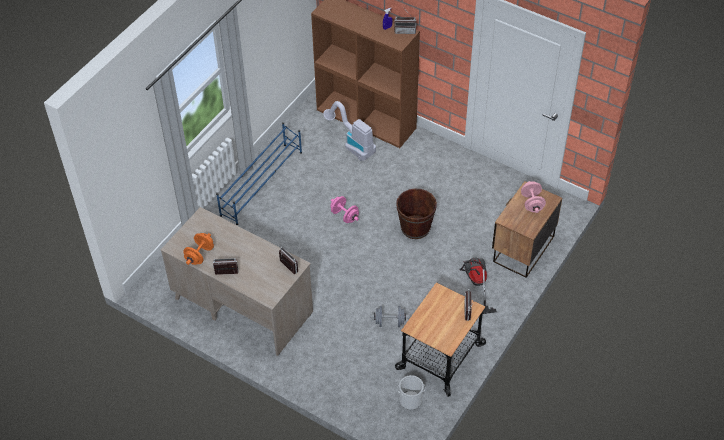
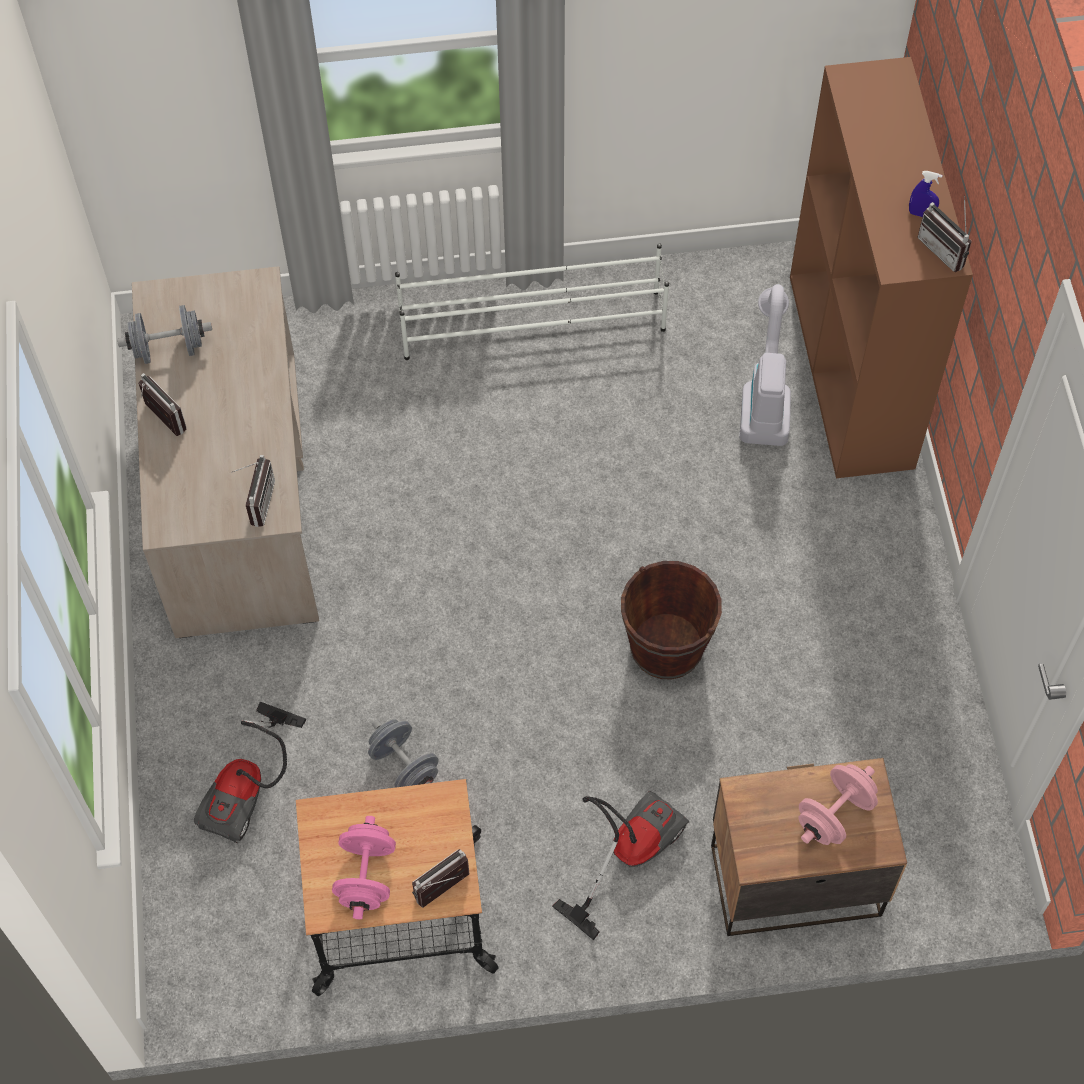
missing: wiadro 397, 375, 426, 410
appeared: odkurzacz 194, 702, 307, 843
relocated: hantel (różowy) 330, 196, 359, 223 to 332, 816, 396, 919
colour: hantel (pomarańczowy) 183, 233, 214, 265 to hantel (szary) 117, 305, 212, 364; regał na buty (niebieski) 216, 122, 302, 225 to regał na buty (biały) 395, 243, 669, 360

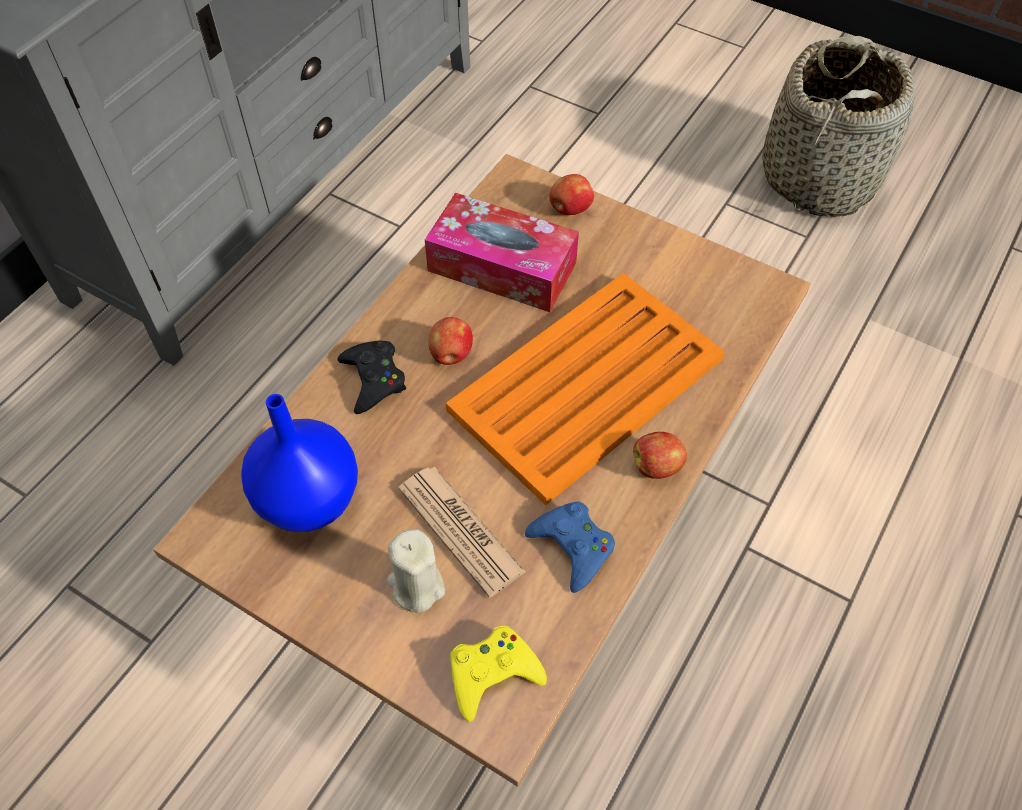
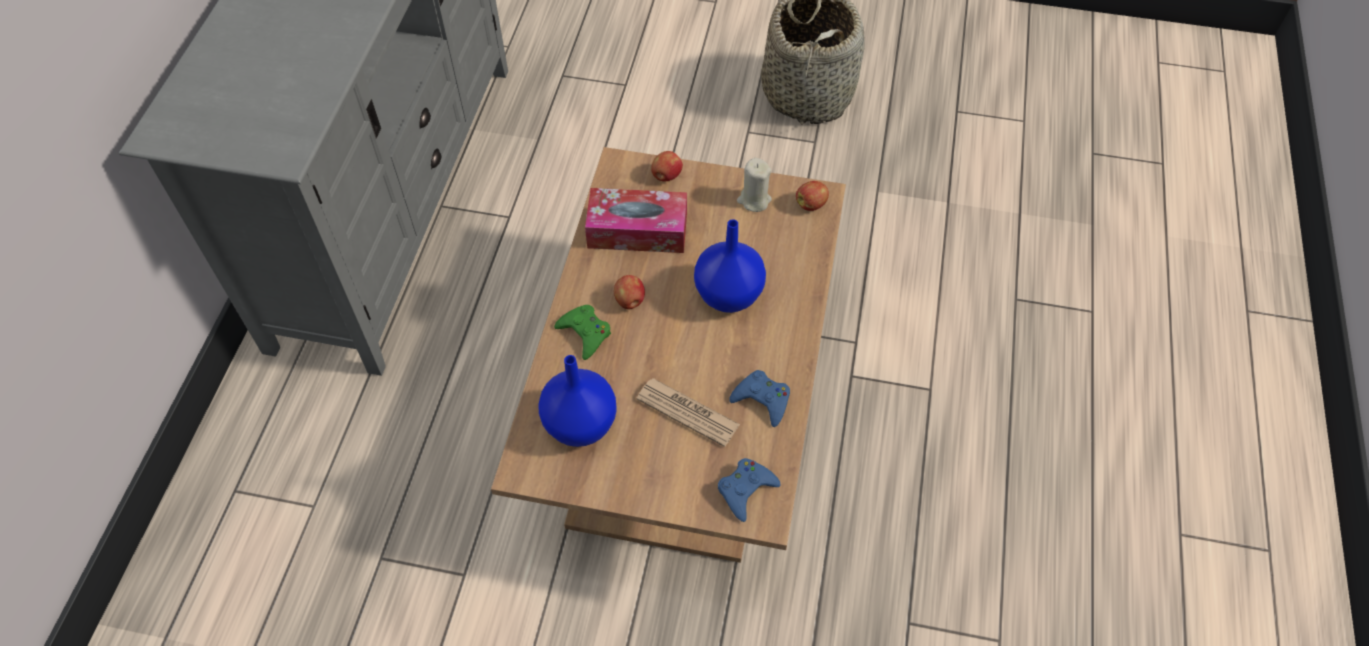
relocated: świeca (beżowy) 387, 529, 445, 613 to 737, 158, 772, 212; jabłko 633, 432, 687, 479 to 796, 181, 829, 211
exchanged: taca (pomarańczowy) 446, 273, 725, 505 to wazon (niebieski) 694, 219, 766, 313
colour: pad do gier (czarny) 337, 341, 406, 414 to pad do gier (zielony) 554, 305, 611, 360; pad do gier (żółty) 450, 626, 547, 722 to pad do gier (niebieski) 718, 458, 781, 522

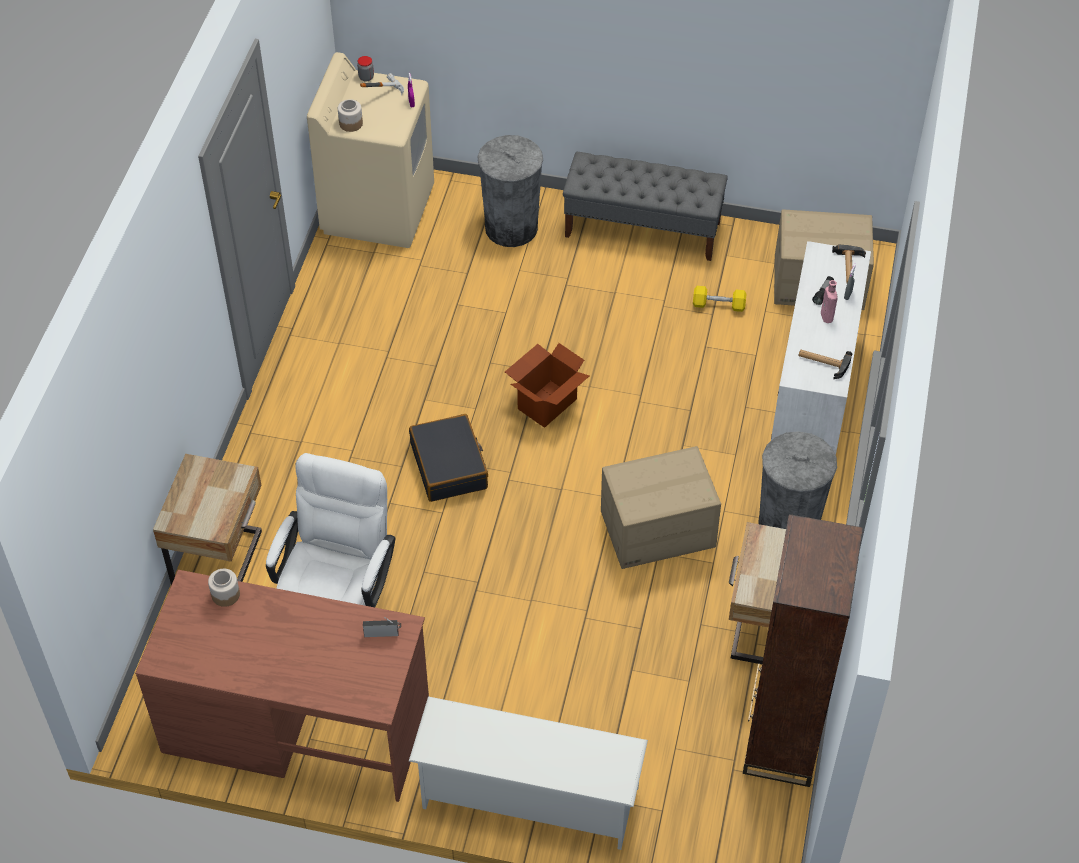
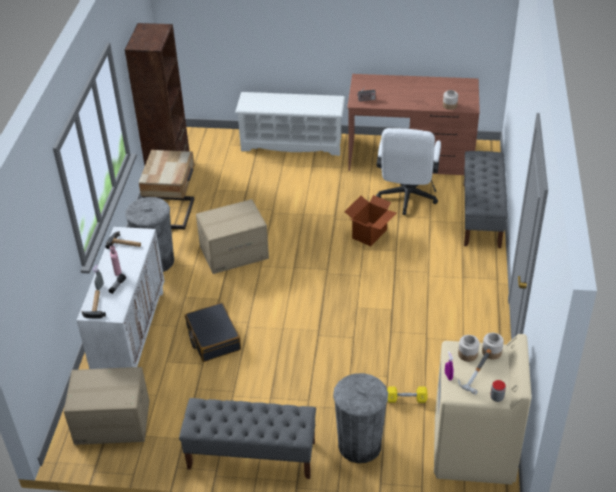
appeared: słoik 458, 335, 479, 362
relocated: walizka (czarny) 409, 414, 488, 502 to 185, 303, 241, 362; karton 505, 343, 590, 428 to 344, 195, 396, 246; hantel (żółty) 693, 286, 746, 312 to 387, 386, 427, 403
exchanged: szafka nocna (beżowy) 153, 454, 262, 585 to ławka (szary) 464, 151, 508, 248

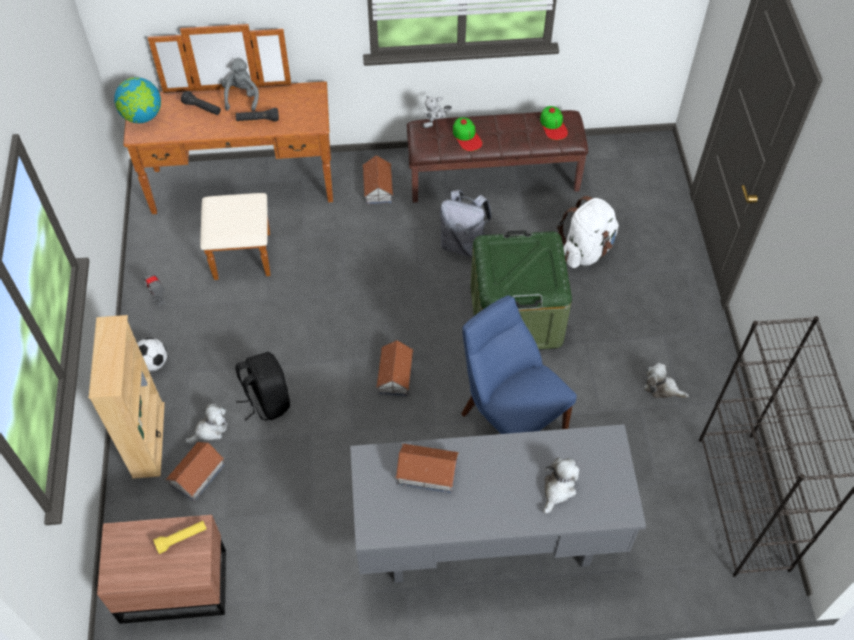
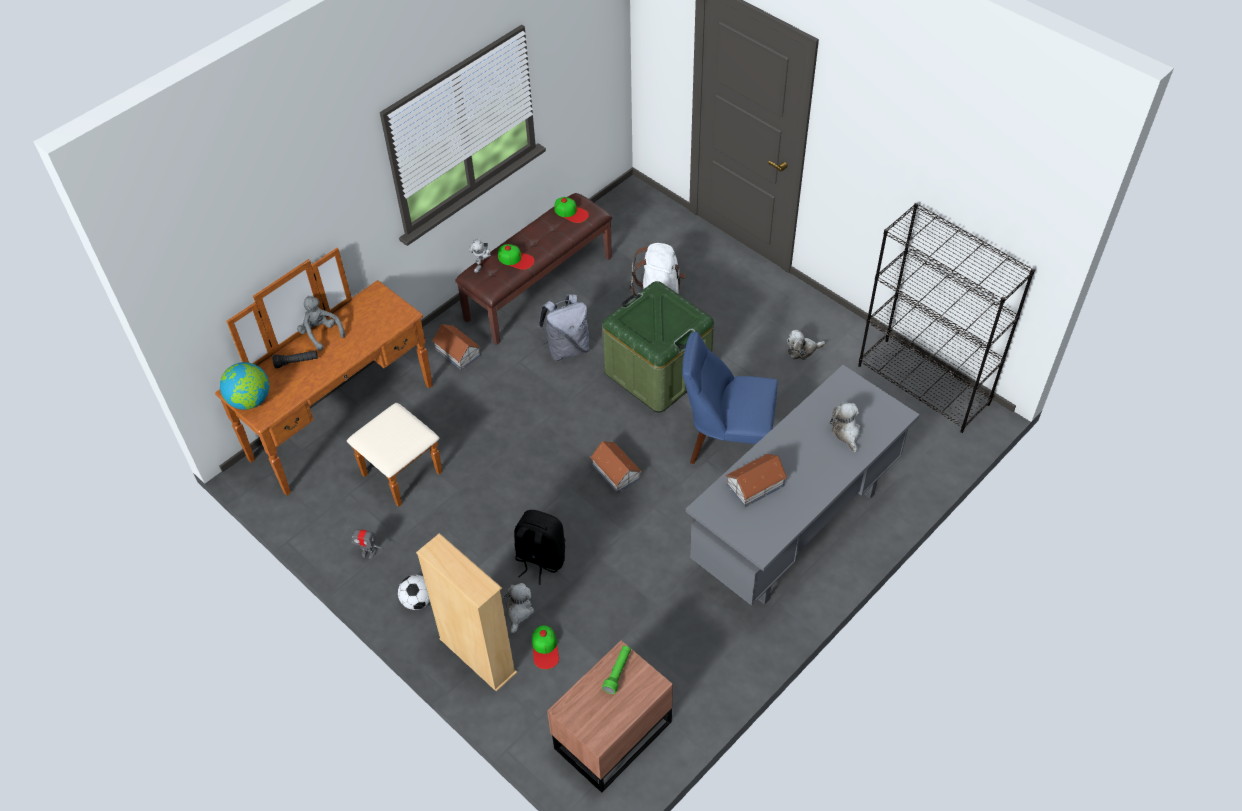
missing: latarka (czarny) 236, 108, 279, 121
exchanged: domek 166, 442, 224, 501 to czapka z daszkiem 532, 625, 559, 669
colour: latarka (żółty) 153, 521, 207, 554 to latarka (zielony) 602, 646, 631, 694

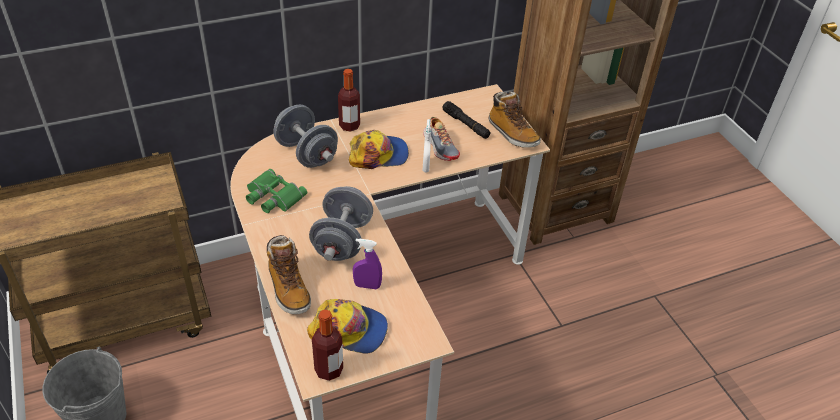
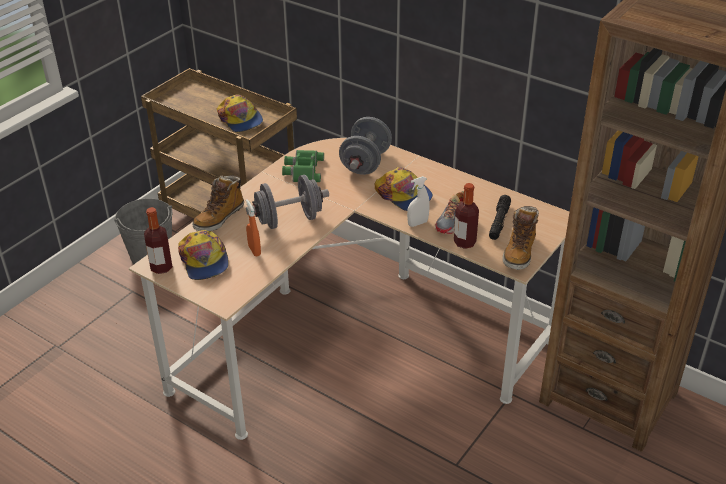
appeared: czapka z daszkiem 217, 94, 263, 132
relocated: butelka 338, 69, 360, 132 to 454, 183, 479, 249
colour: spryskiwacz (fioletowy) 353, 239, 382, 289 to spryskiwacz (pomarańczowy) 246, 199, 261, 257

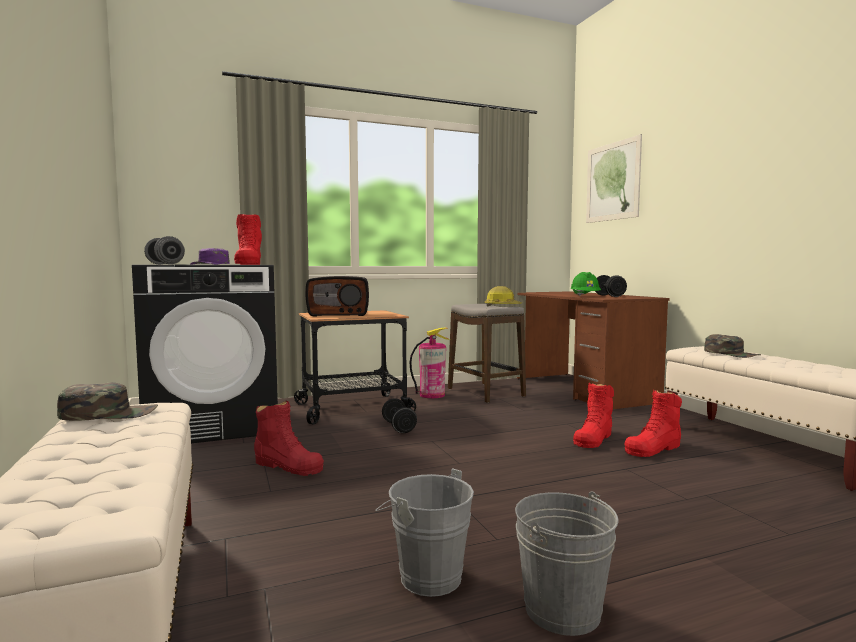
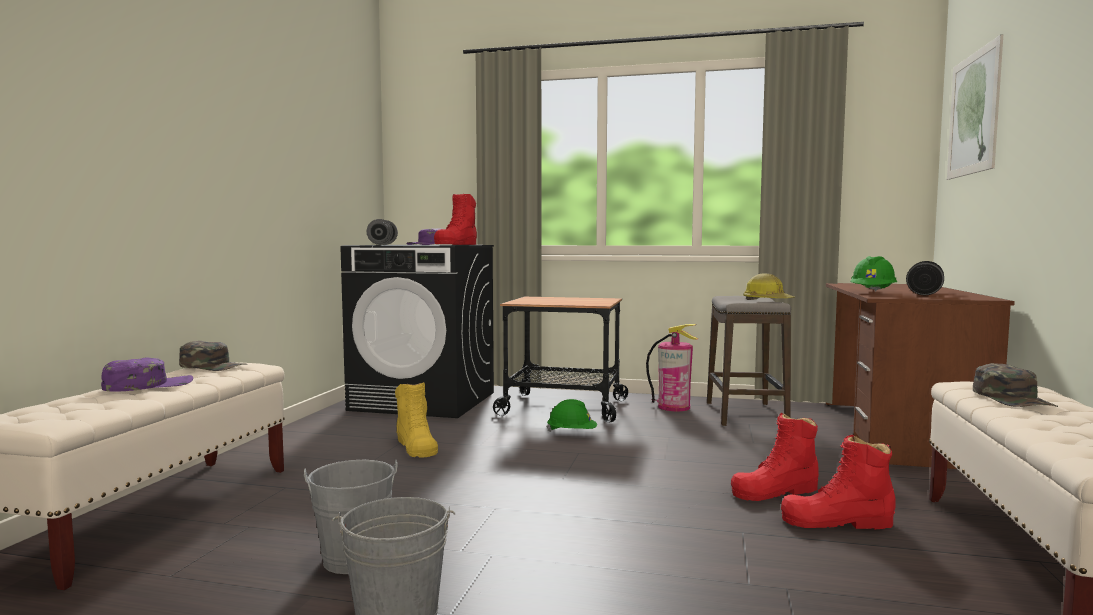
missing: radio 306, 276, 369, 316
appeared: czapka z daszkiem (fioletowy) 101, 358, 193, 392
exchanged: hantel (czarny) 382, 398, 417, 433 to kask (zielony) 547, 399, 597, 432
colour: but z cholewką (czerwony) 254, 401, 324, 476 to but z cholewką (żółty) 395, 382, 438, 457

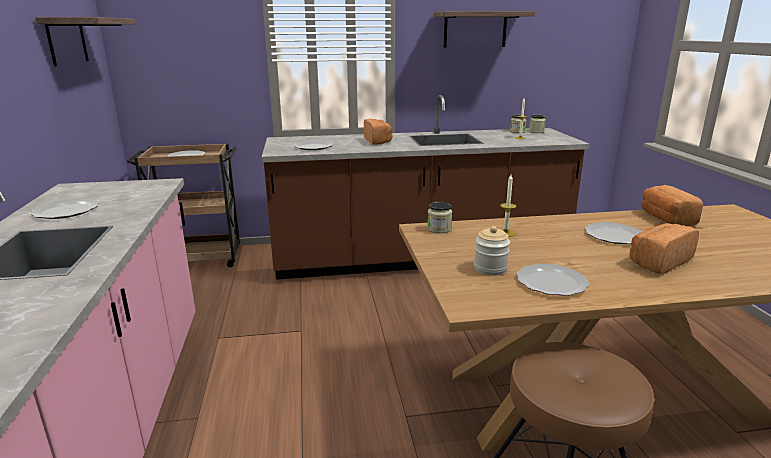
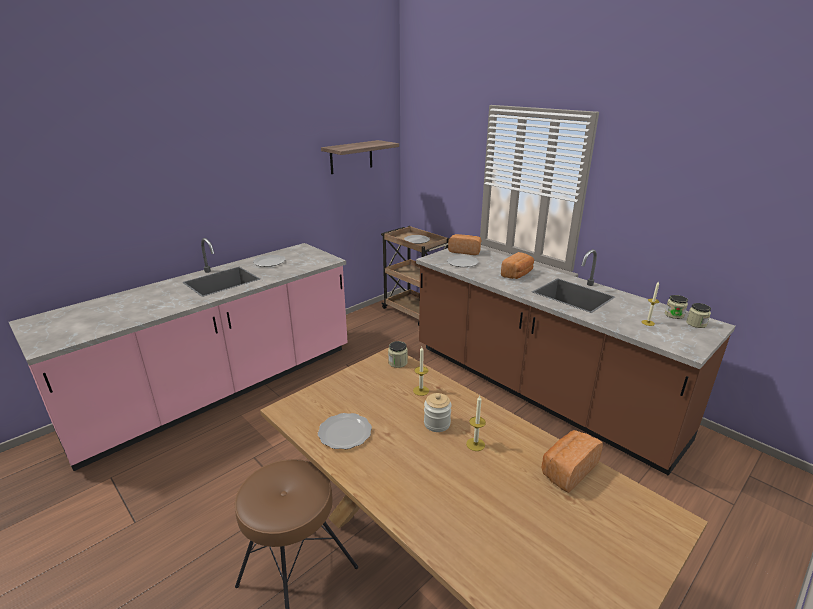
missing: półka 433, 11, 535, 47
relocated: słoik 474, 226, 510, 276 to 424, 393, 452, 432; chleb 629, 223, 699, 274 to 448, 234, 481, 255
exchanged: talerz 585, 222, 642, 244 to świeca 466, 396, 486, 451

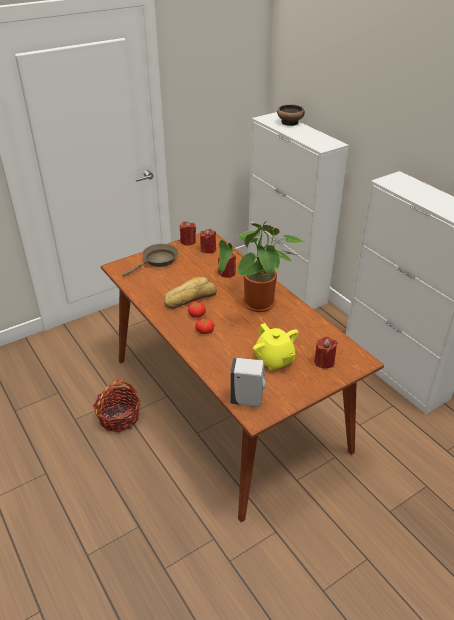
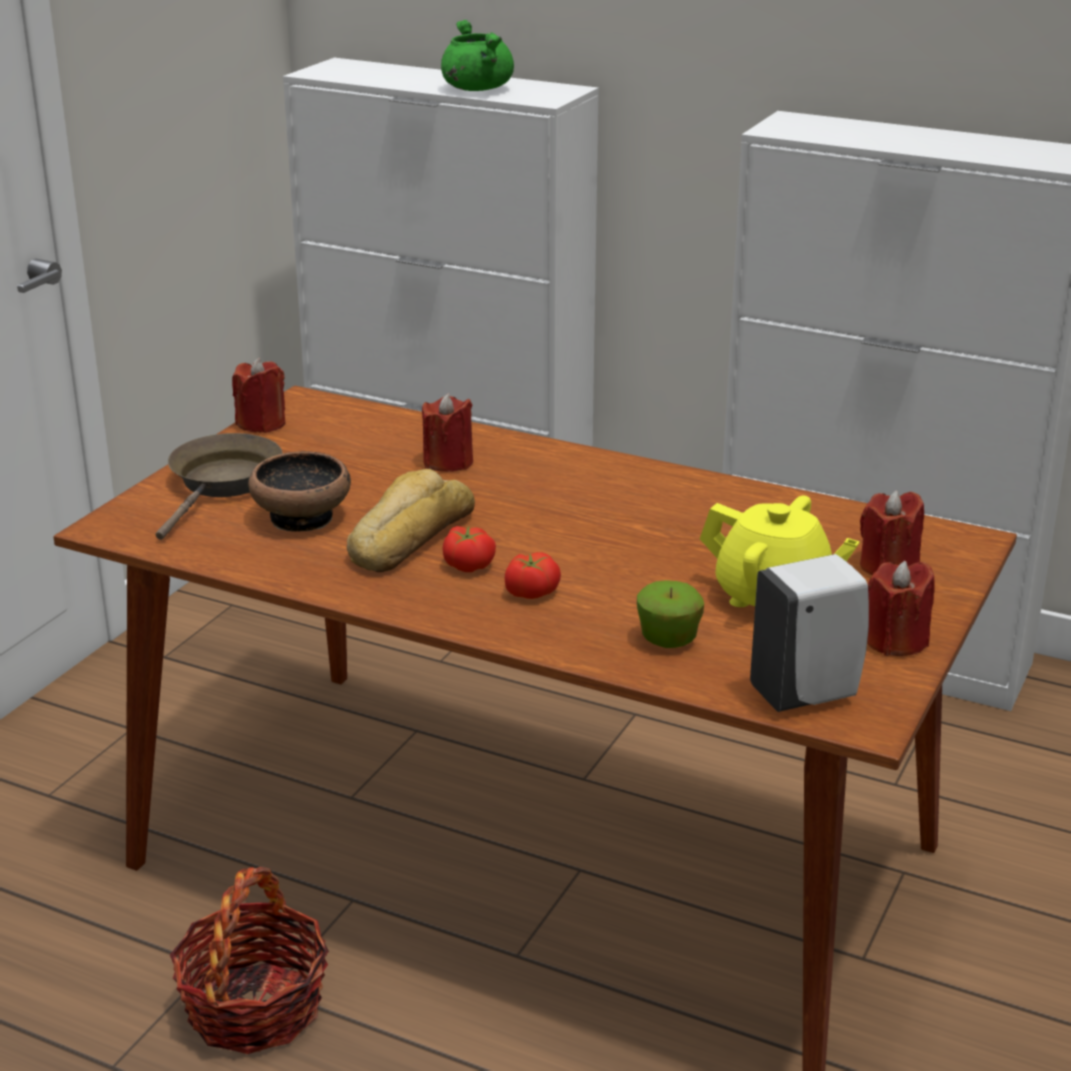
missing: roślina doniczkowa 218, 220, 304, 312
appeared: garnek (zielony) 441, 20, 514, 91; jabłko 637, 580, 704, 648
relocated: świeca (czerwony) 200, 229, 216, 253 to 867, 561, 935, 656; miska 277, 104, 305, 126 to 248, 451, 351, 532

